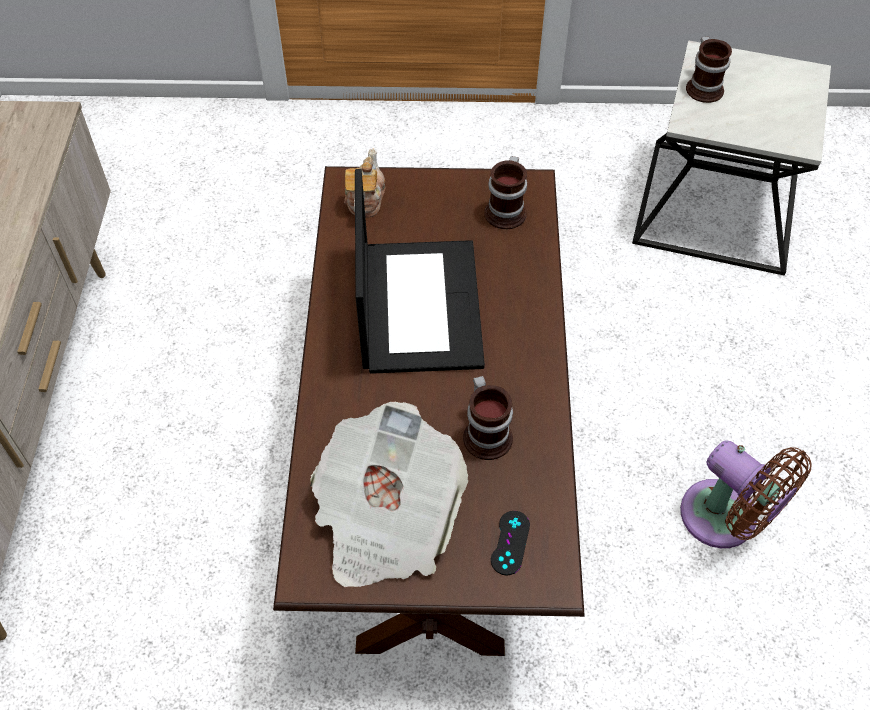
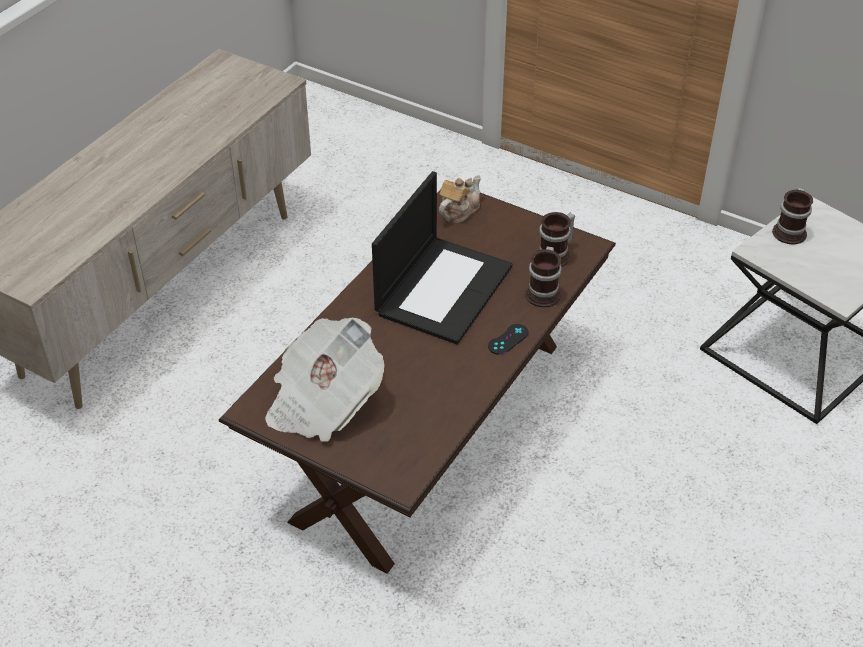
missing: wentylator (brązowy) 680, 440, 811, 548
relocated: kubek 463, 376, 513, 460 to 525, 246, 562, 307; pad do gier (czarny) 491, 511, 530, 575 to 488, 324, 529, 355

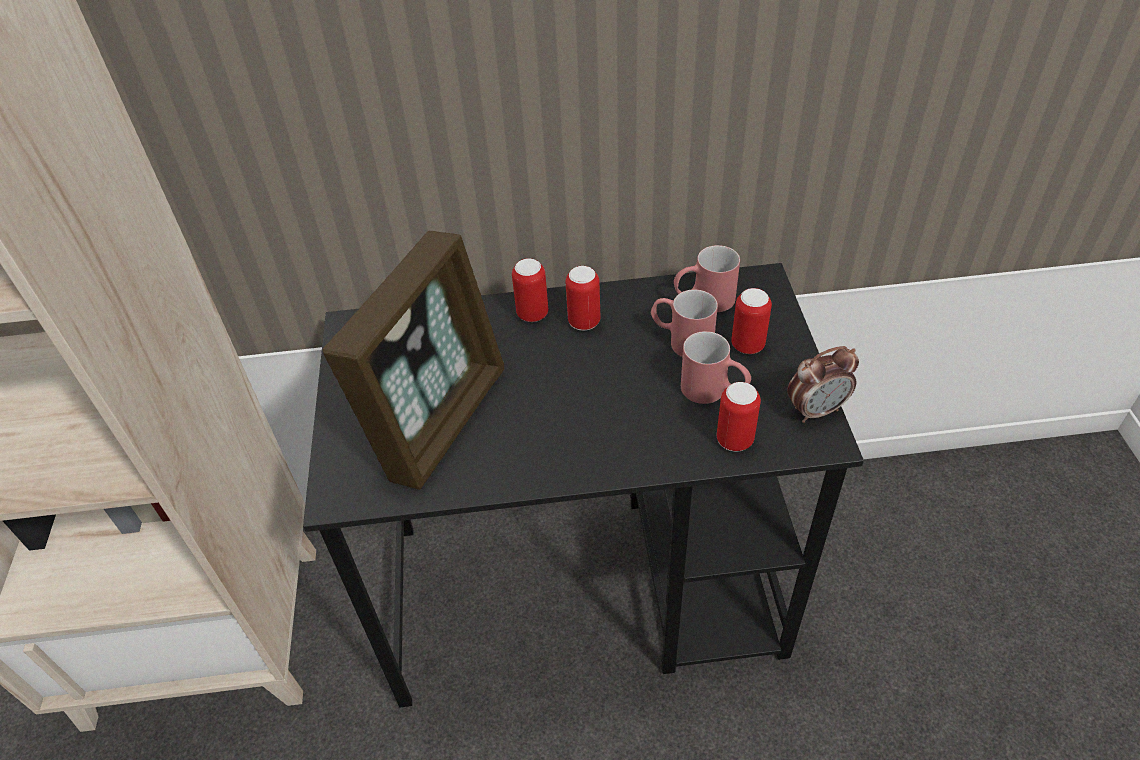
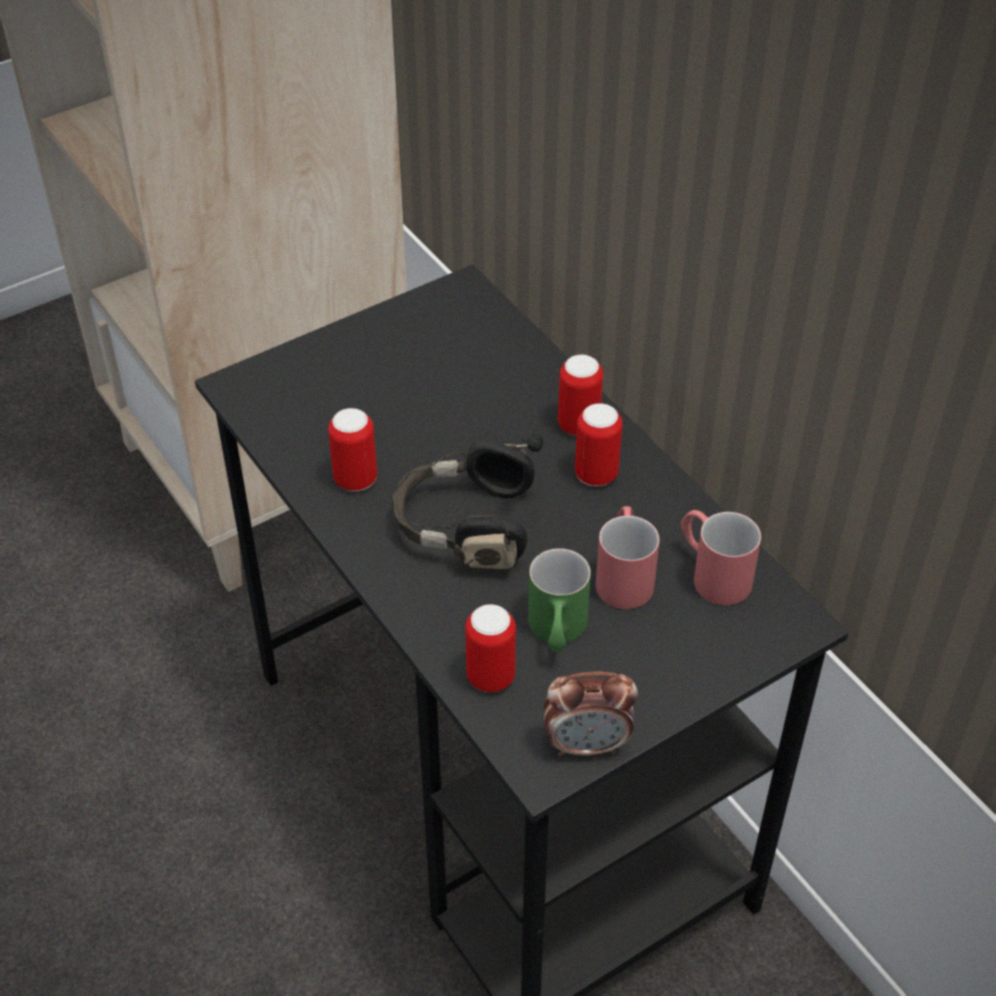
missing: ramka na zdjęcie 323, 231, 504, 490
appeared: słuchawki (czarny) 393, 433, 543, 569
relocated: puszka 731, 288, 772, 354 to 328, 408, 377, 491
colour: kubek (czerwony) 681, 331, 751, 404 to kubek (zielony) 528, 548, 591, 652
spun: budzik 787, 346, 859, 423 = 544, 672, 638, 757 45 degrees counterclockwise

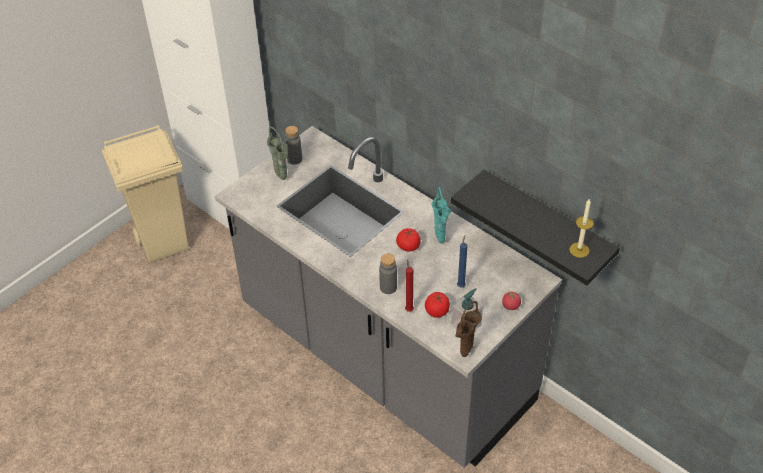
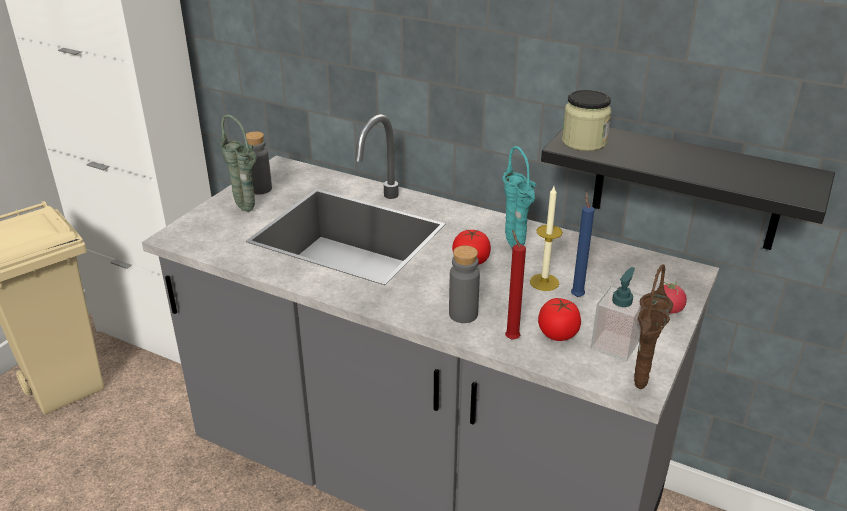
appeared: słoik 562, 90, 611, 151
relocated: świeca 569, 199, 593, 258 to 530, 186, 563, 291

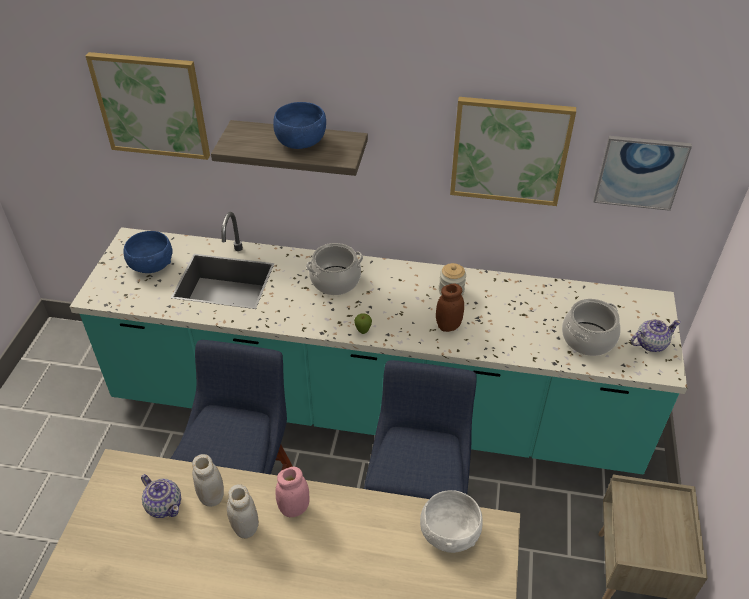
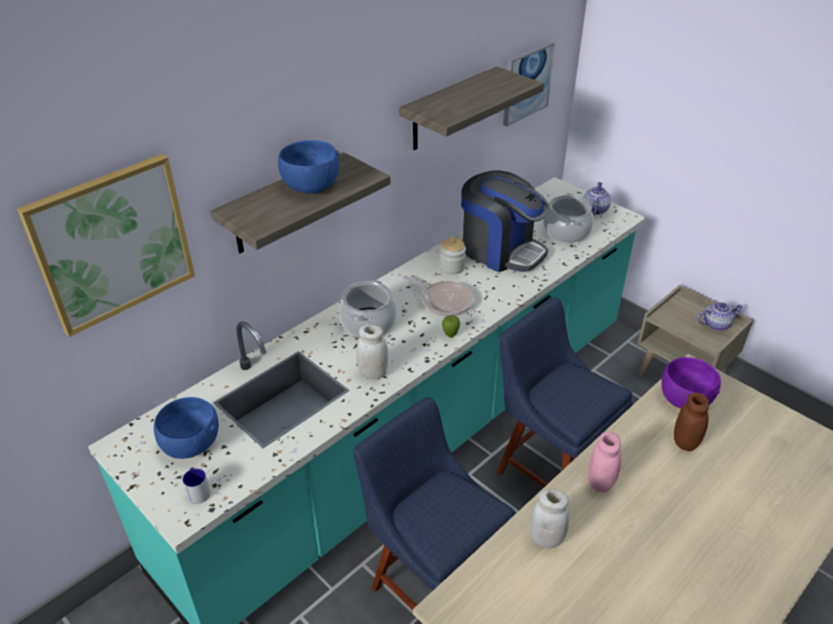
appeared: kubek 183, 468, 210, 504; patelnia 403, 276, 475, 316; ekspres do kawy 461, 171, 550, 272
relocated: imbryk 141, 474, 181, 518 to 697, 302, 743, 331; słoik (biały) 227, 484, 259, 538 to 356, 324, 388, 380; słoik (brązowy) 436, 284, 464, 332 to 674, 392, 709, 451
exchanged: obraz 450, 97, 576, 206 to półka 399, 66, 544, 150
colour: miska (biały) 420, 490, 483, 553 to miska (fioletowy) 662, 357, 721, 408

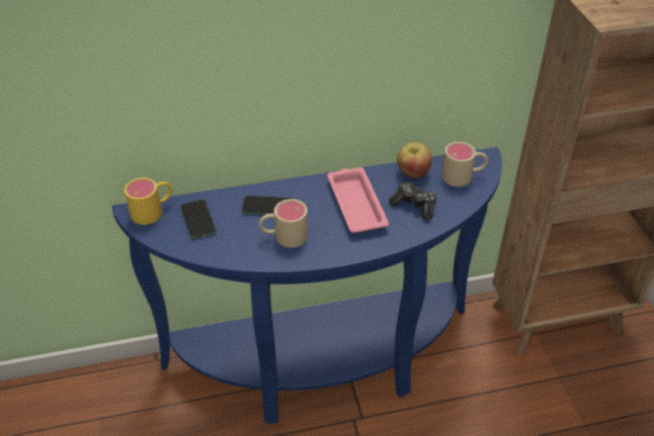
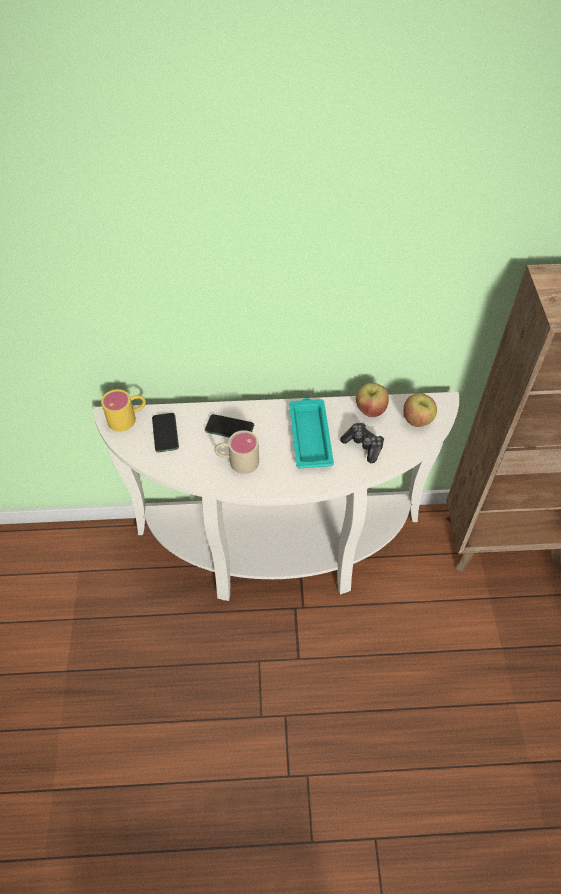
exchanged: kubek (beżowy) 442, 142, 488, 187 to jabłko 403, 393, 437, 427
colour: stolik konsolowy (niebieski) 112, 147, 502, 424 to stolik konsolowy (biały) 93, 392, 460, 601; taca (różowy) 327, 167, 389, 233 to taca (turkusowy) 289, 398, 334, 468

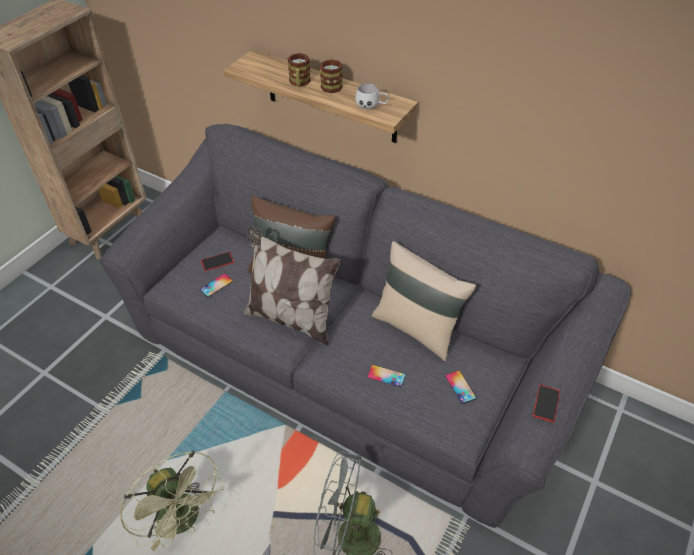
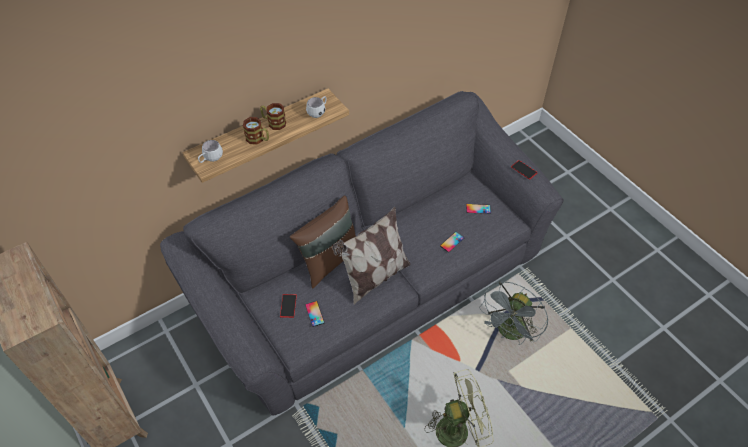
missing: poduszka (beżowy) 372, 241, 476, 361
appeared: kubek (biały) 198, 140, 223, 163

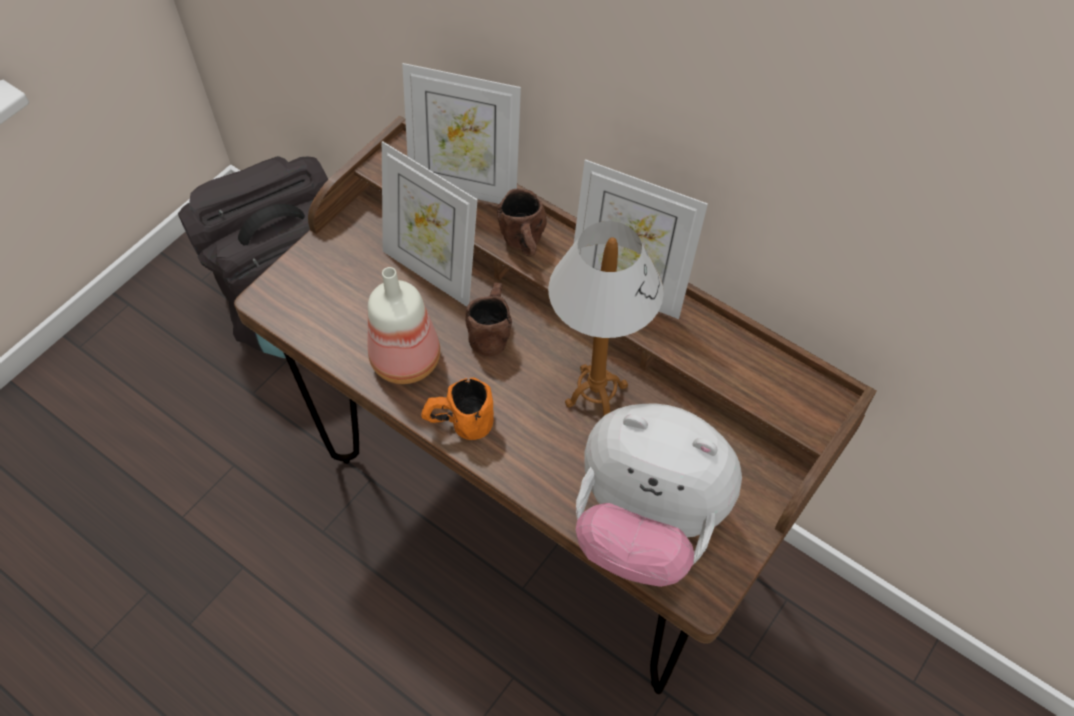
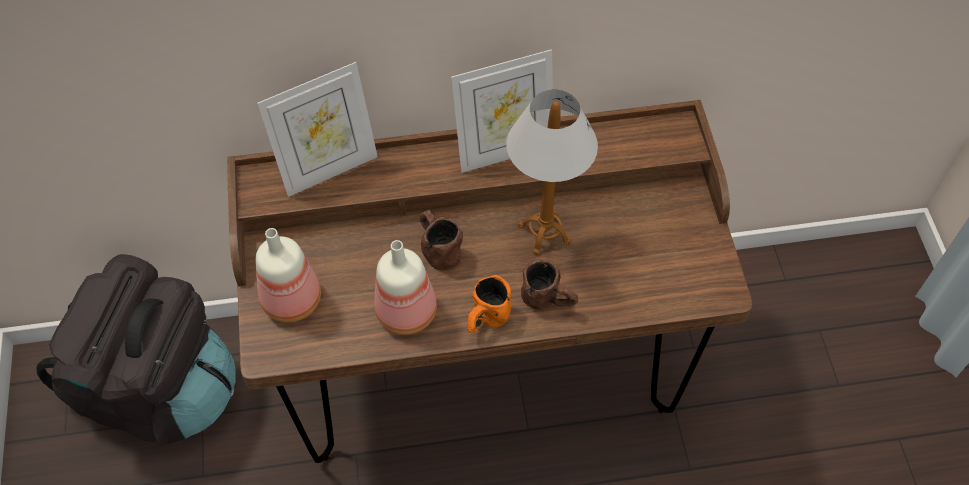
missing: ramka na zdjęcie 382, 141, 478, 307; pluszak 576, 404, 742, 587
appeared: butelka 255, 228, 321, 322
relocated: kubek (brązowy) 497, 188, 547, 257 to 521, 260, 578, 310

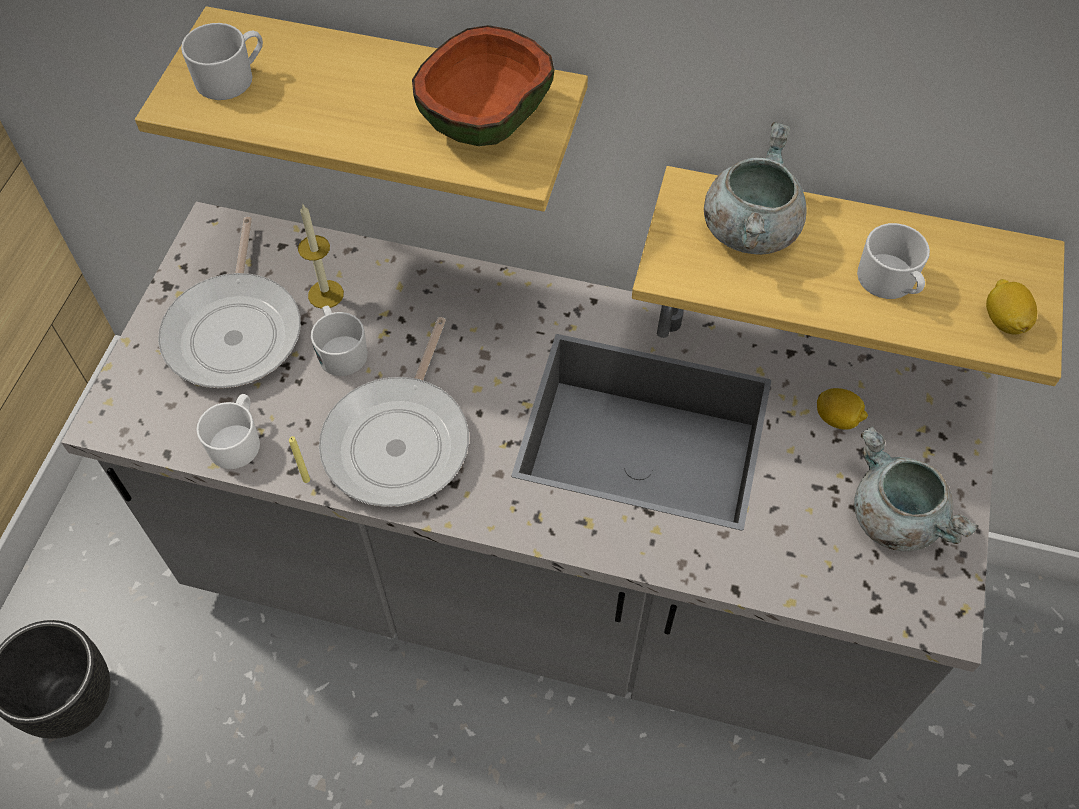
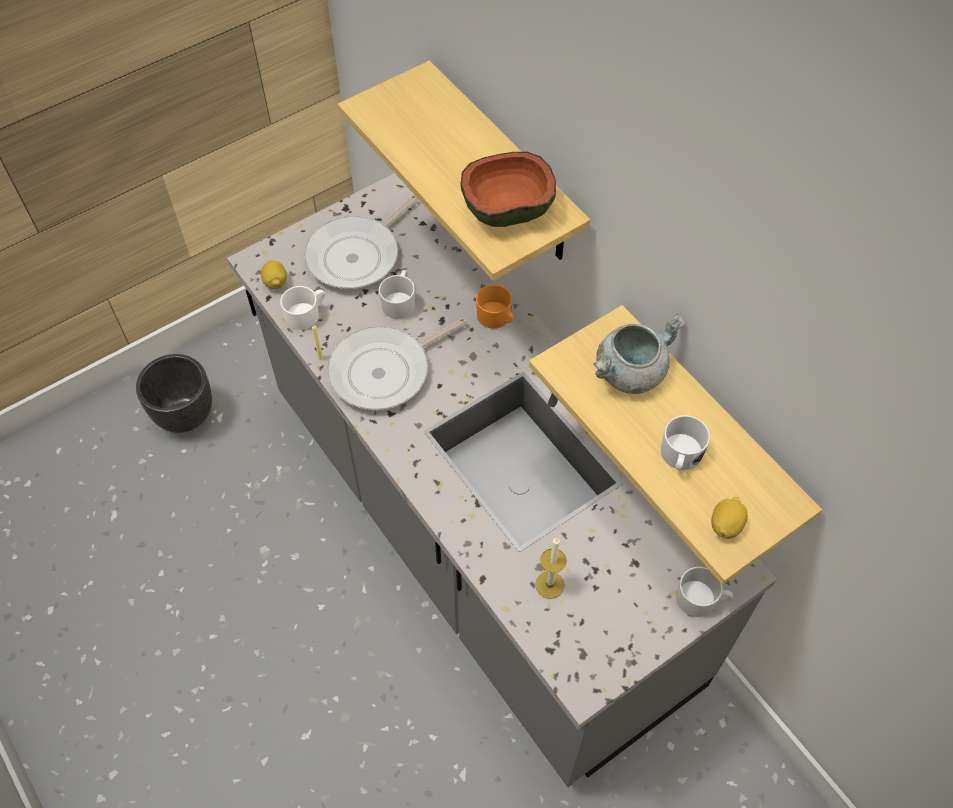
missing: garnek (szary) 854, 427, 979, 551
appeared: kubek (pomarańczowy) 476, 285, 514, 329
relocated: kubek (biały) 181, 23, 263, 100 to 676, 567, 733, 617; świeca 298, 205, 344, 309 to 535, 538, 567, 599; cytryna 817, 388, 868, 430 to 261, 260, 287, 289

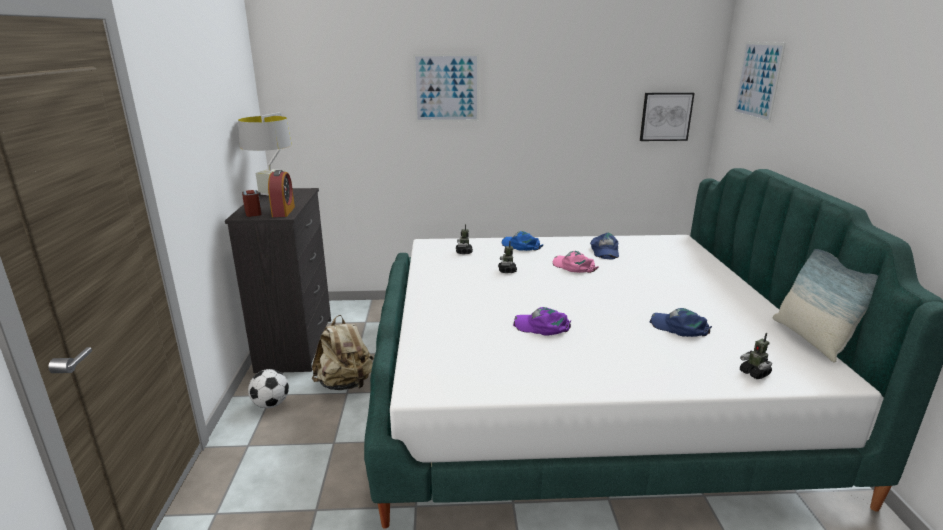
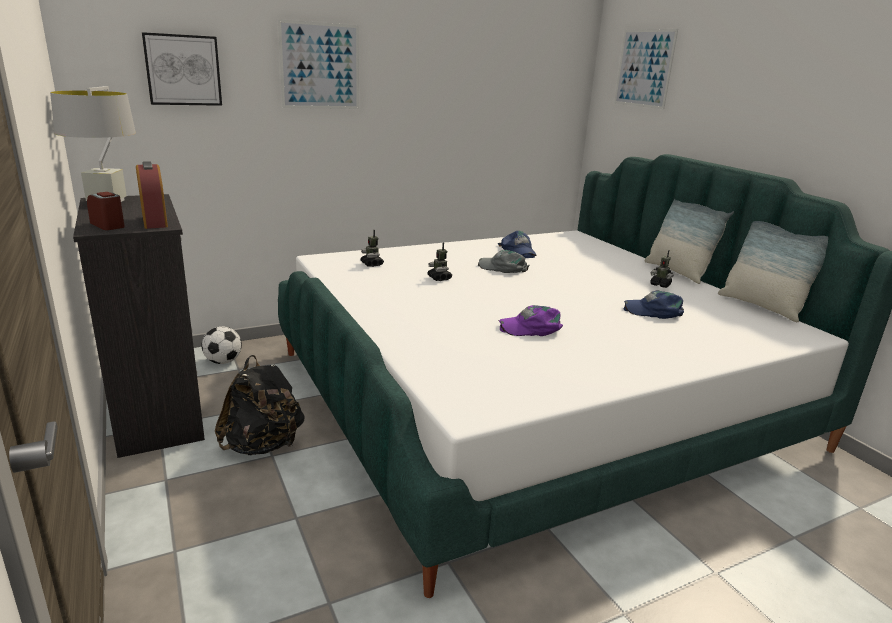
missing: czapka z daszkiem (niebieski) 502, 231, 543, 251
appeared: poduszka 645, 199, 734, 284
relocated: piłka futbolowa 248, 369, 289, 408 to 202, 326, 242, 364; obraz 640, 92, 694, 141 to 142, 32, 222, 106; robot zabawkowy 740, 333, 772, 379 to 650, 250, 674, 288
colour: plecak (beżowy) 312, 315, 374, 390 to plecak (czarny) 215, 355, 304, 455; czapka z daszkiem (różowy) 553, 251, 599, 273 to czapka z daszkiem (szary) 478, 250, 529, 273

